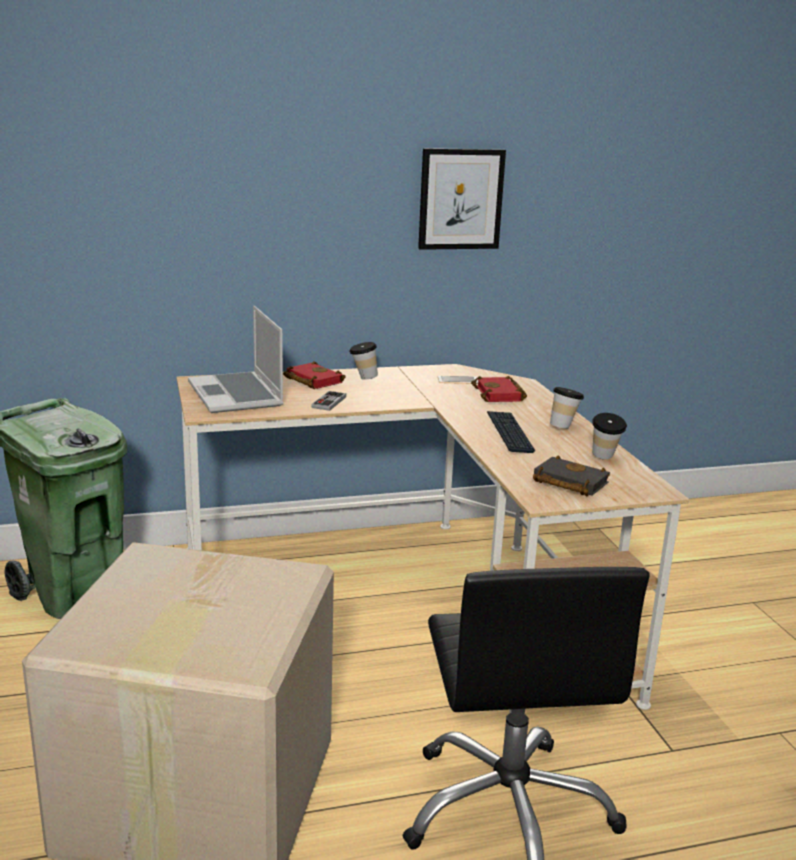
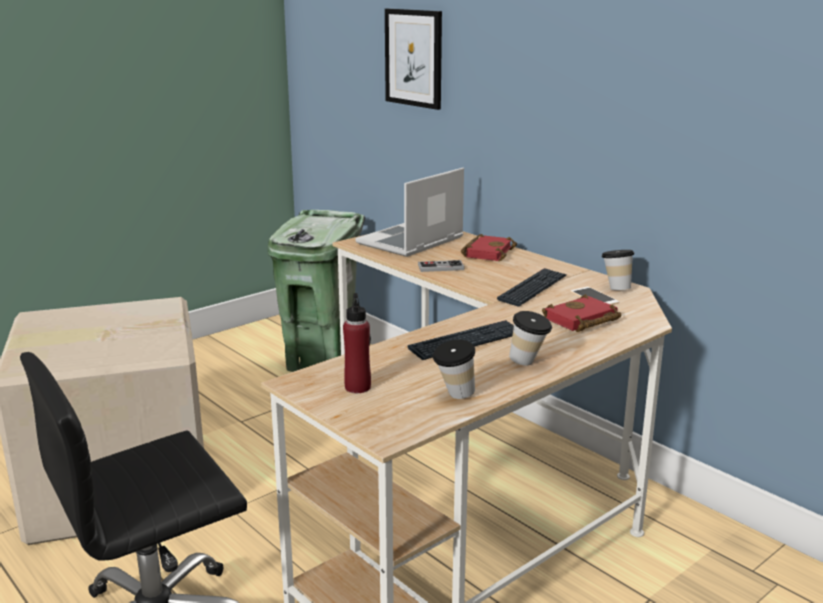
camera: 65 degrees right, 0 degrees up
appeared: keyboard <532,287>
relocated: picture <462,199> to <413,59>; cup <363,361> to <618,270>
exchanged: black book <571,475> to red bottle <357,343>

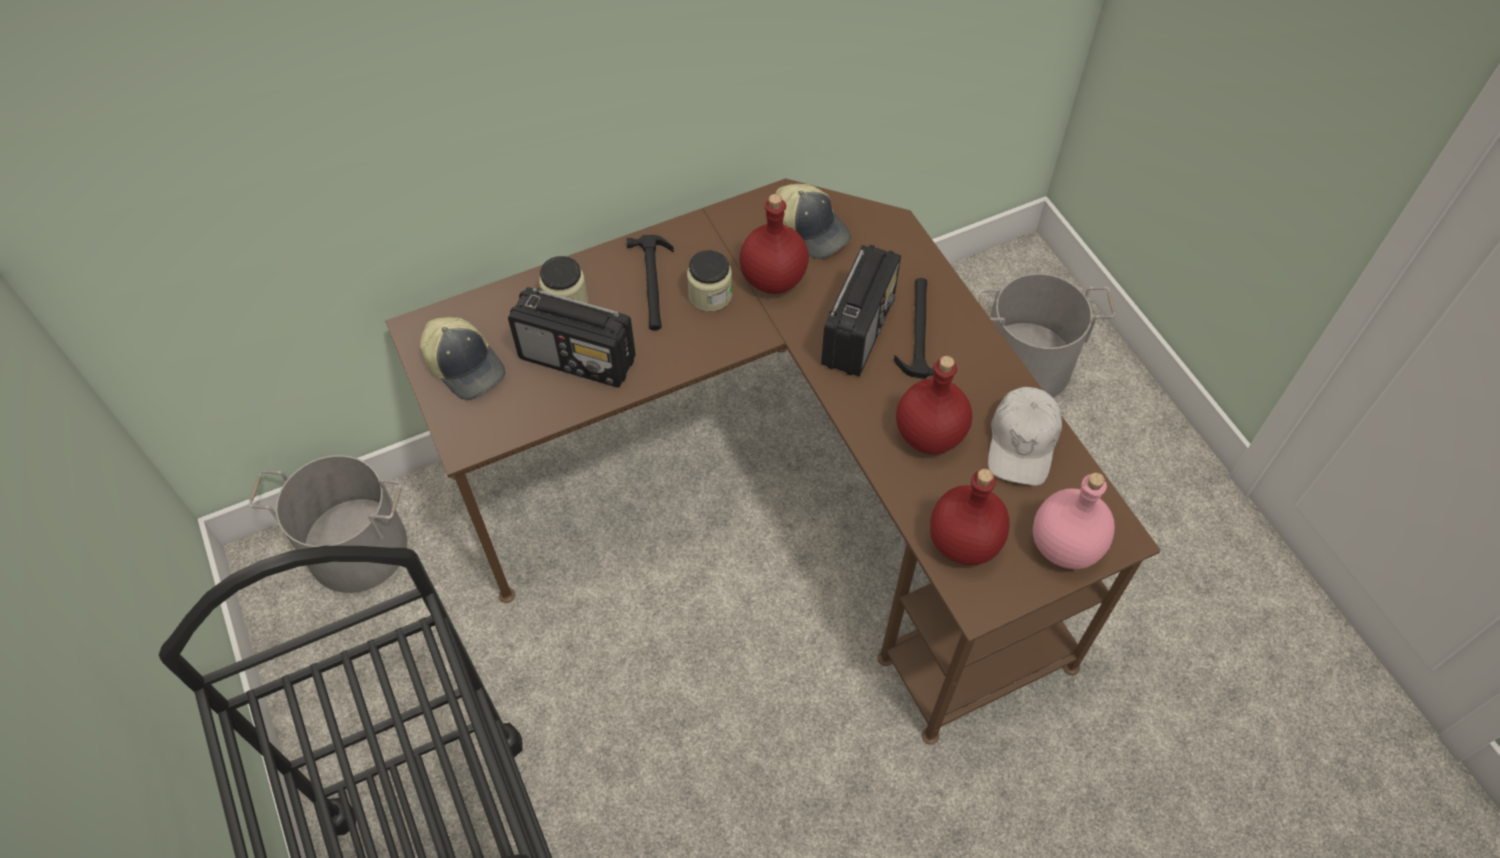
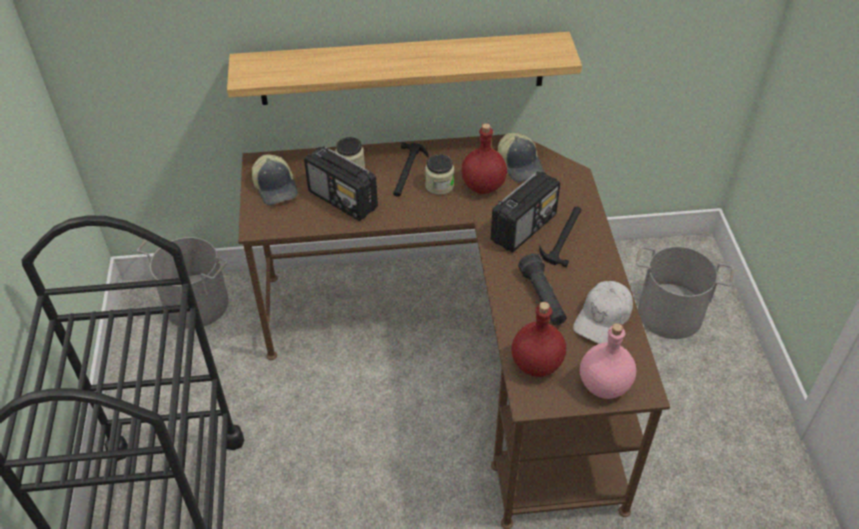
camera: 20 degrees right, 10 degrees down
appeared: shelf <404,68>
exchanged: red bottle <934,405> to black flashlight <542,289>

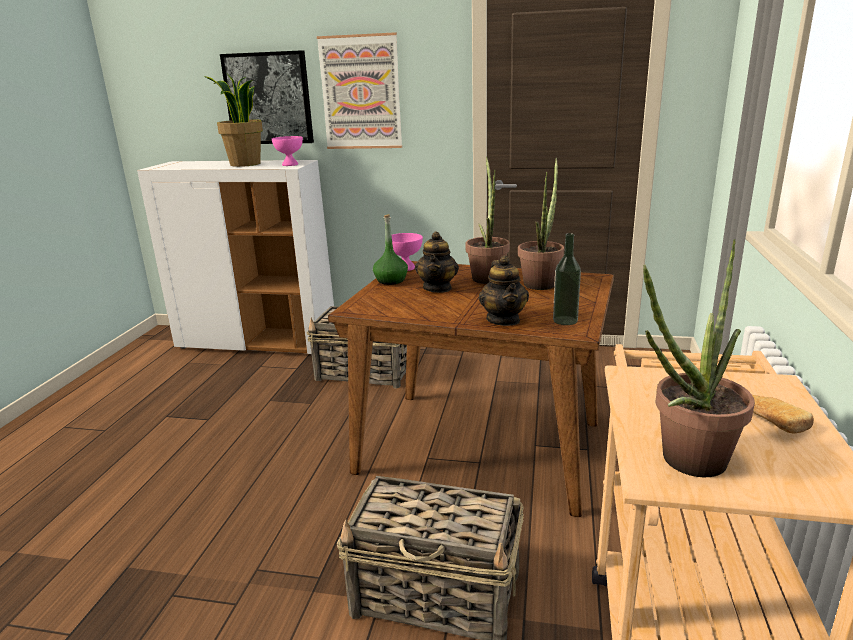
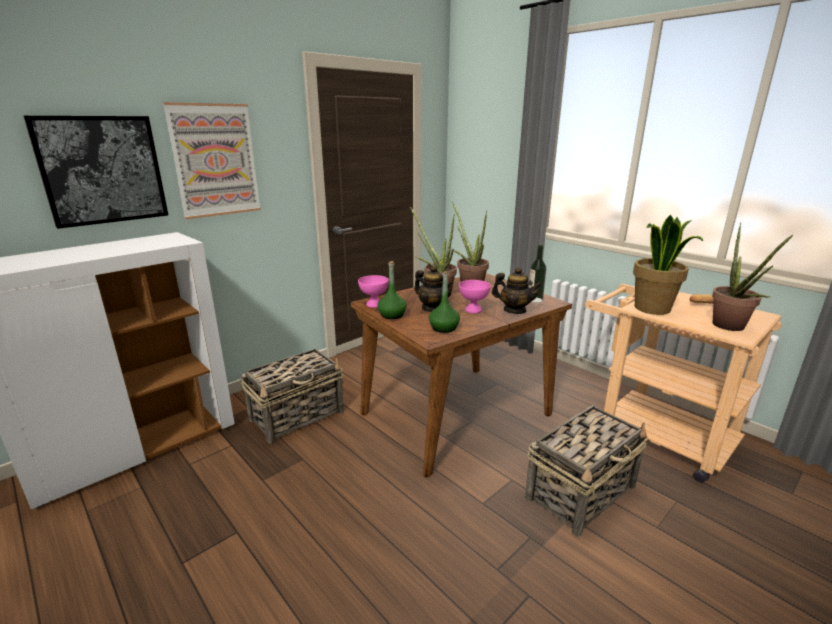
camera: 55 degrees left, 0 degrees up
appeared: green bottle <444,302>
relocated: pink bowl <287,151> to <475,296>; potted plant <233,120> to <668,265>

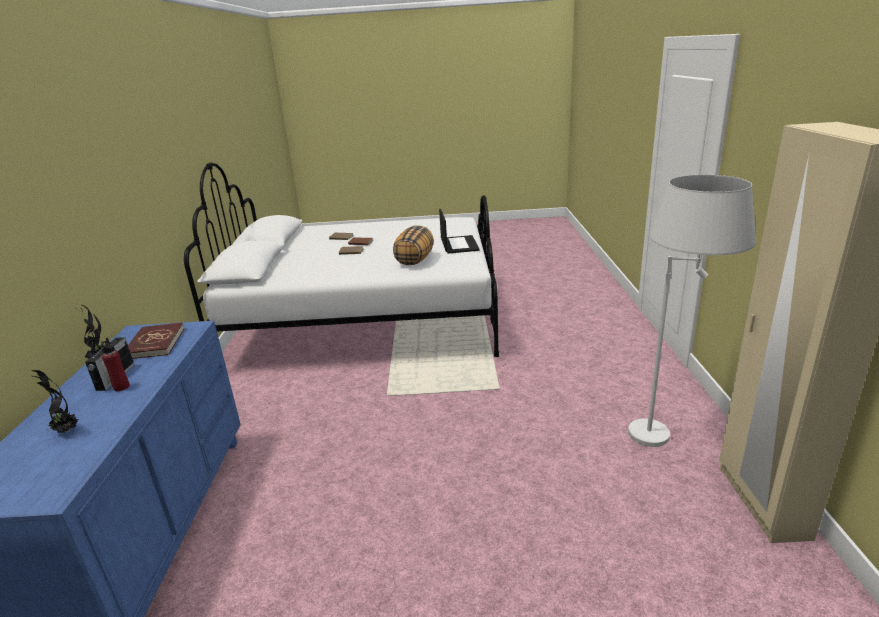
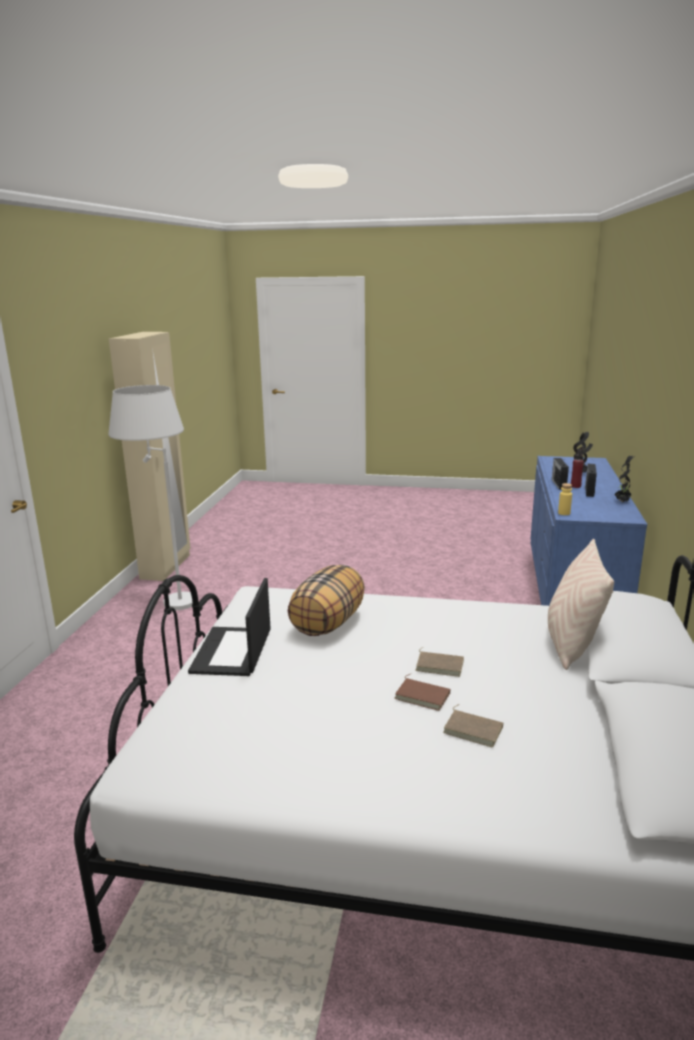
camera: 170 degrees left, 5 degrees down
missing: red book <156,340>
appeared: beige pillow <581,604>; radio <560,474>; yellow bottle <565,499>

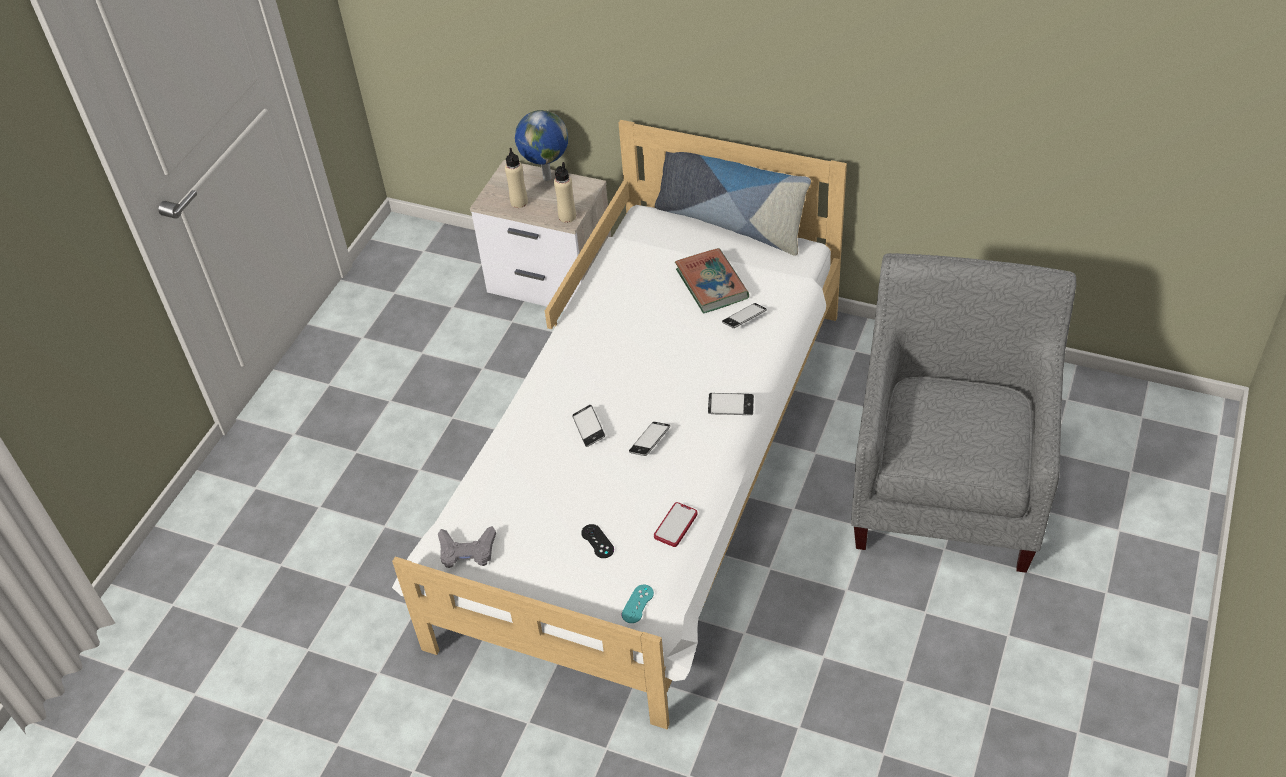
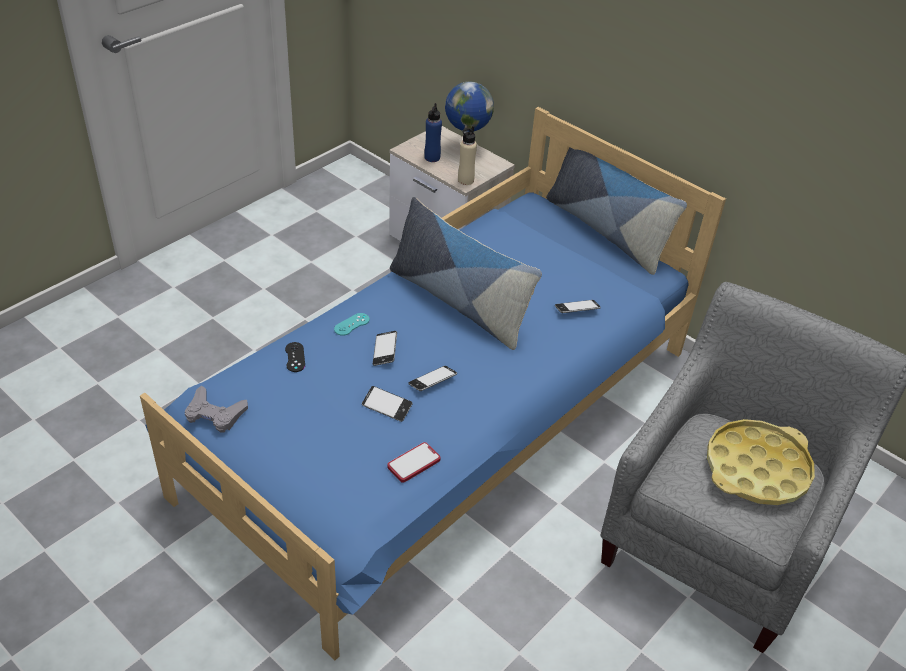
camera: 15 degrees right, 5 degrees down
missing: book <712,280>
appeared: pillow <466,273>; yellow tray <761,462>
relocated: black game controller <597,541> to <295,357>; turquoise game controller <638,604> to <352,324>; phone <731,404> to <387,404>
colour: white bed <619,425> to blue bed <433,383>; beige bottle <516,178> to blue bottle <433,132>

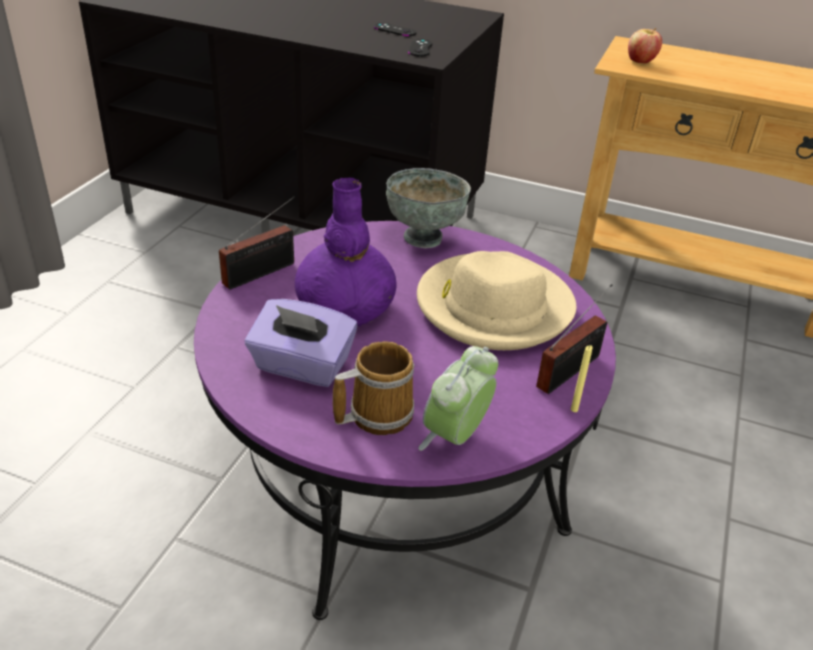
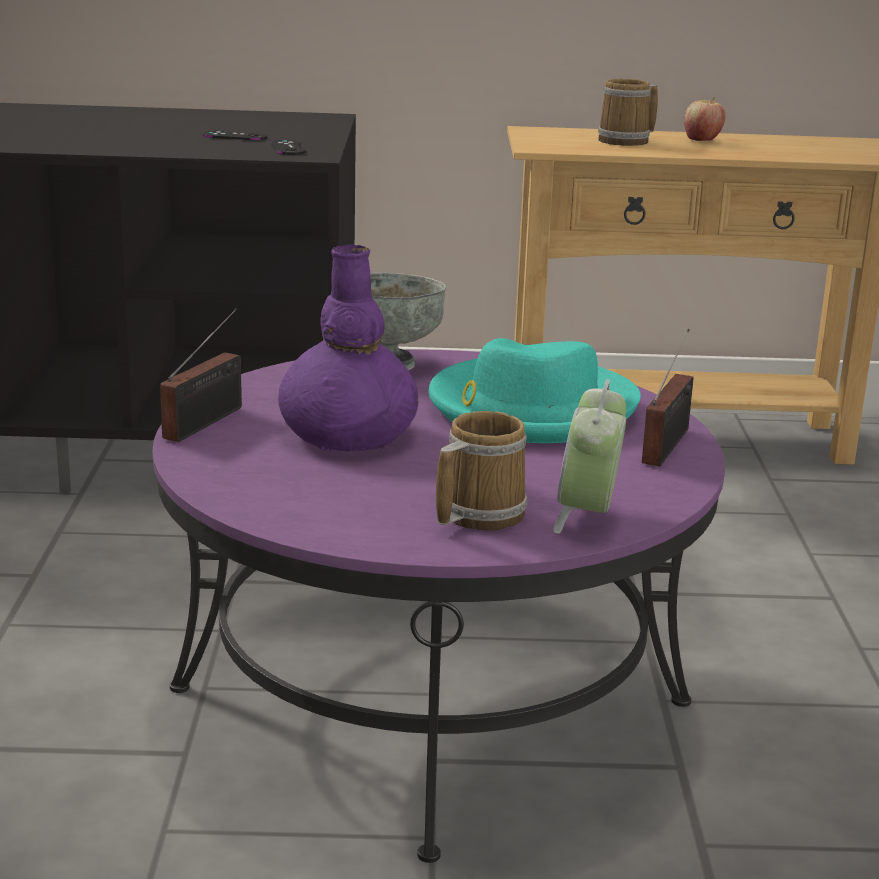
camera: 20 degrees left, 15 degrees down
missing: purple tissue box <301,343>; yellow candle <582,378>
appeared: mug <628,112>
relocated: apple <645,45> to <704,119>
colour: beige hat <496,300> to turquoise hat <534,390>

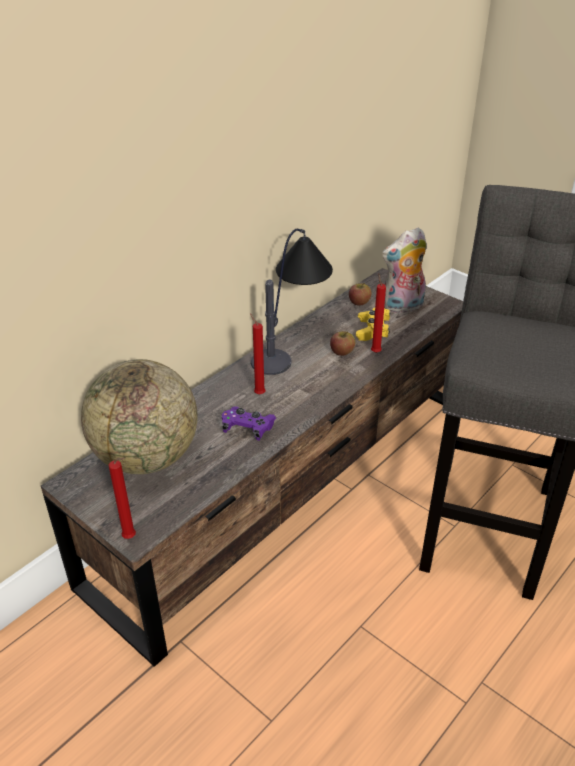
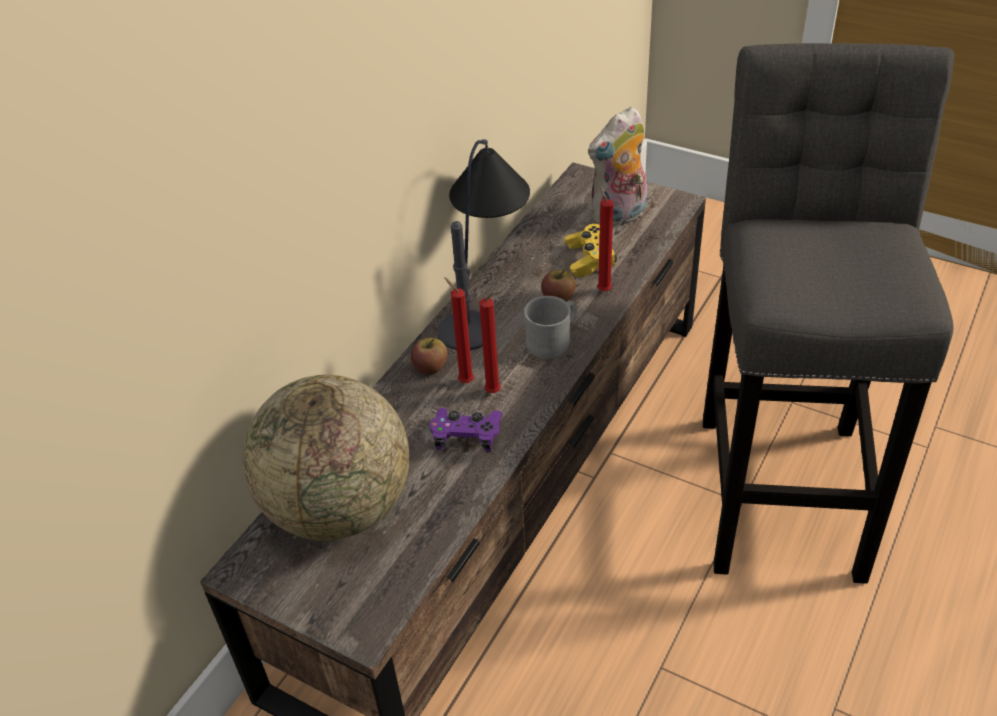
camera: 10 degrees left, 5 degrees up
appeared: grey mug <550,327>
relocated: apple <360,294> to <429,356>; red candle <122,498> to <490,342>

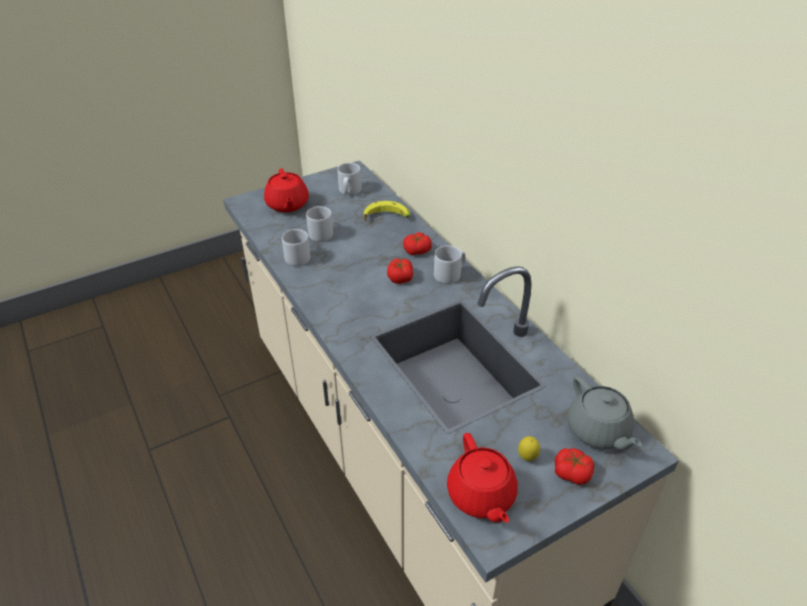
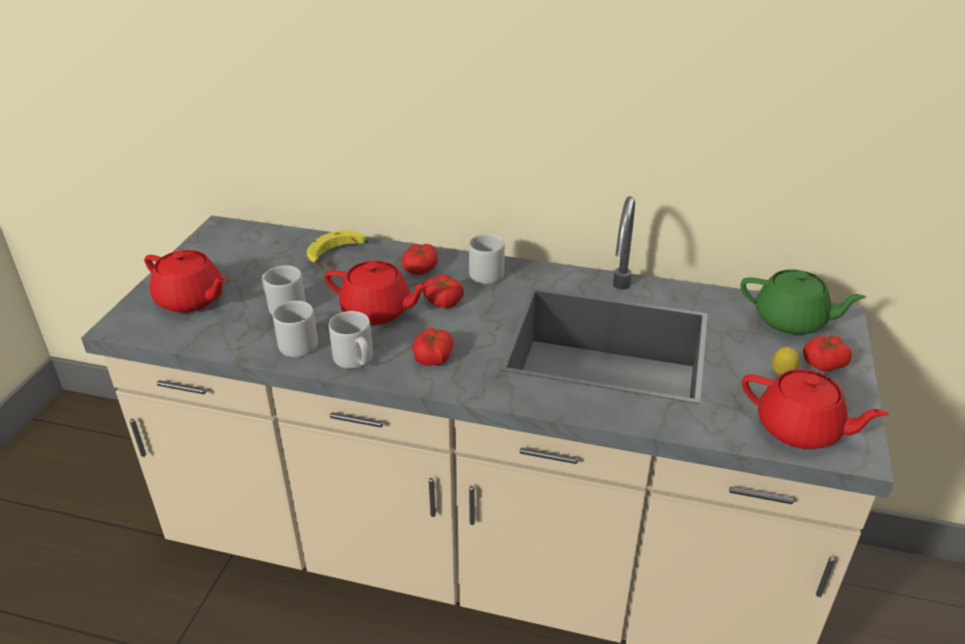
camera: 45 degrees left, 5 degrees down
appeared: red teapot <377,293>; tomato <433,346>
relocated: grey mug <350,179> to <351,340>
colour: grey teapot <605,413> to green teapot <803,302>

